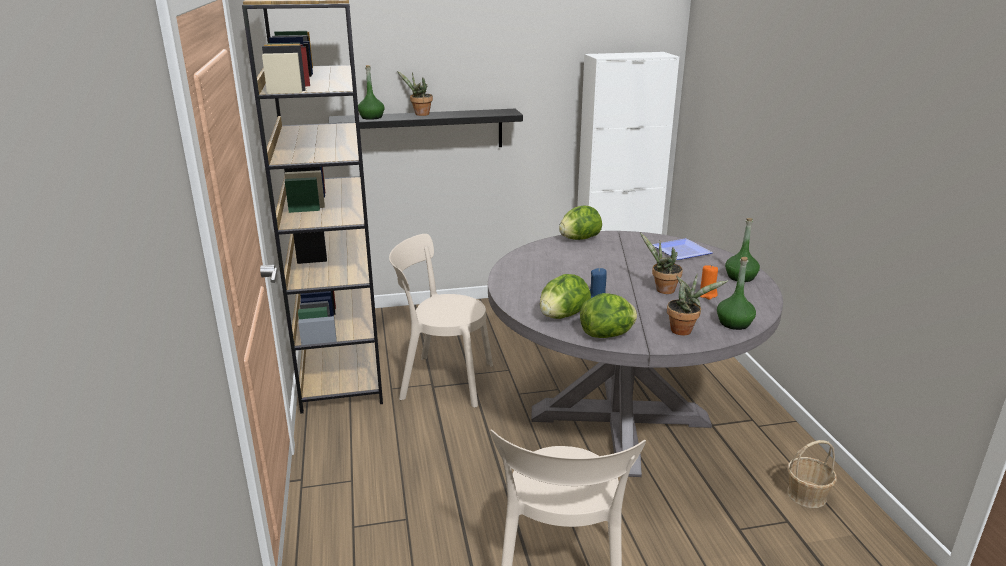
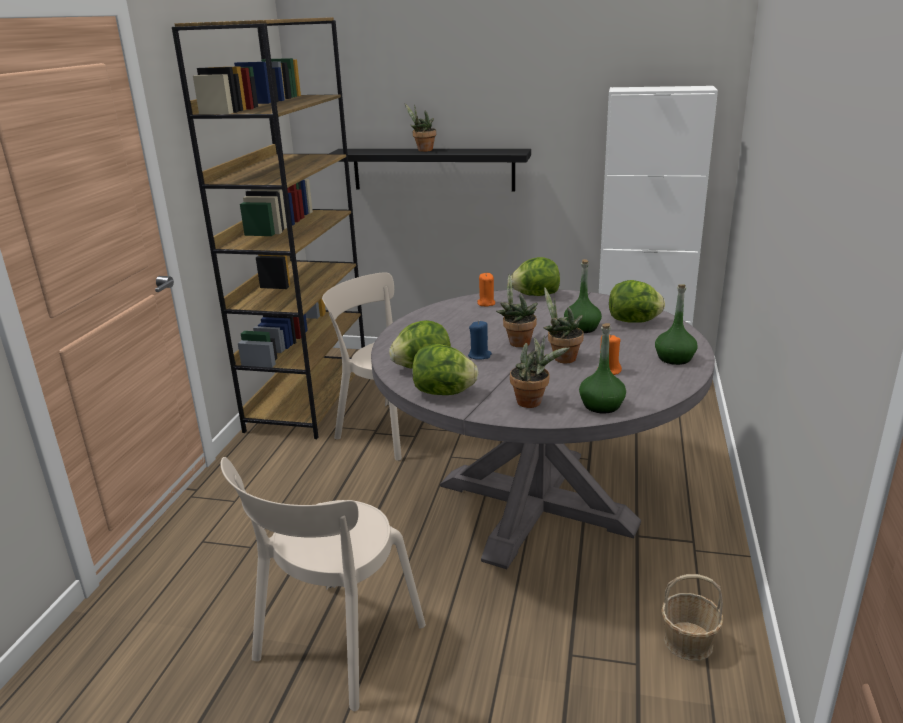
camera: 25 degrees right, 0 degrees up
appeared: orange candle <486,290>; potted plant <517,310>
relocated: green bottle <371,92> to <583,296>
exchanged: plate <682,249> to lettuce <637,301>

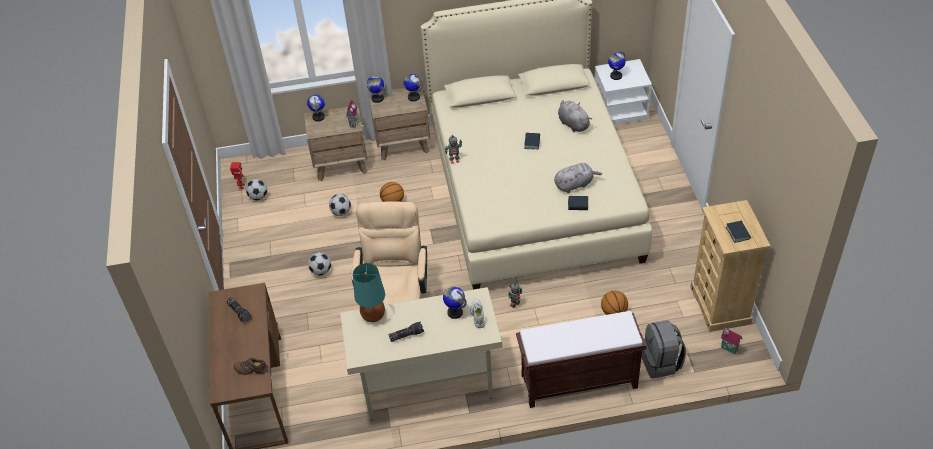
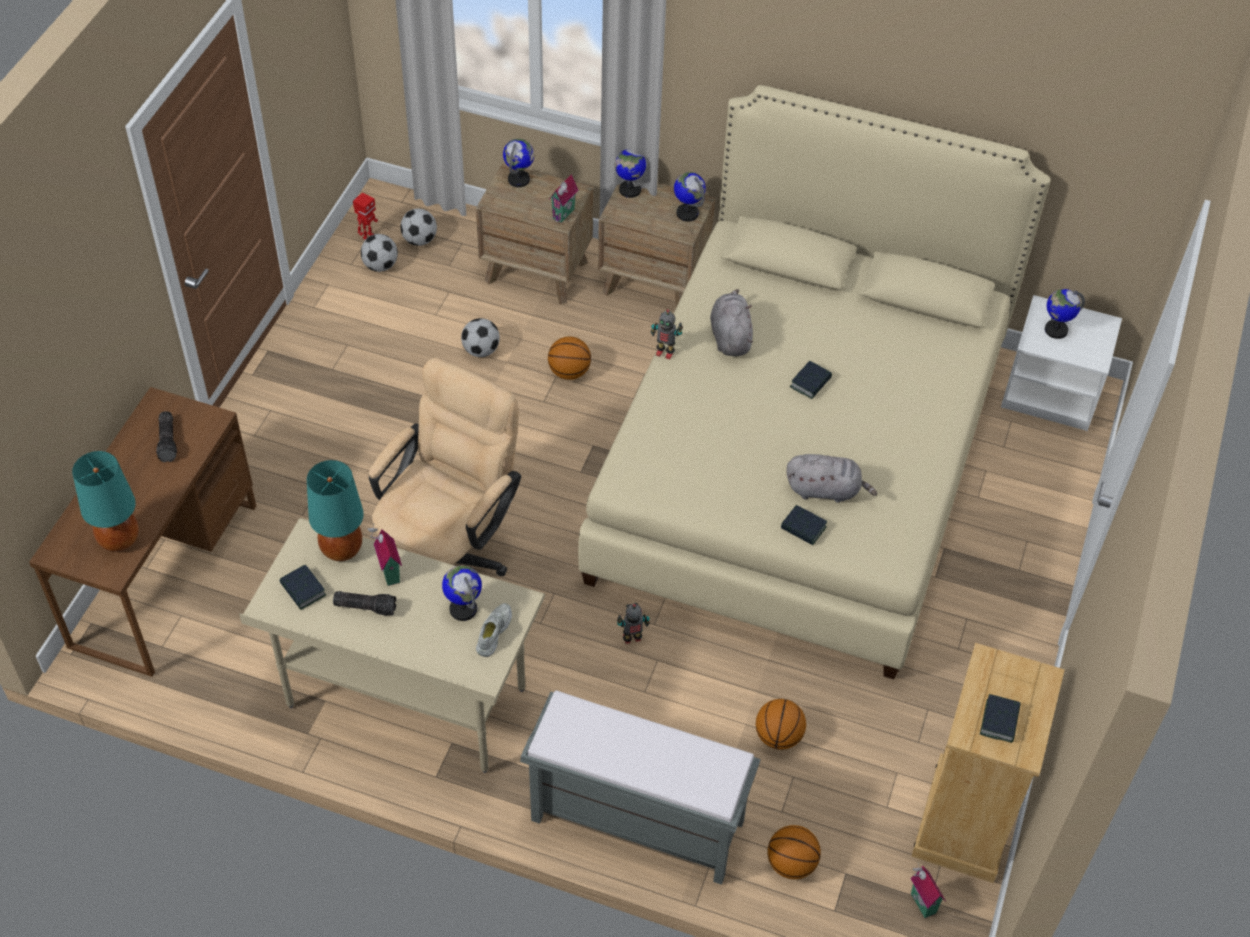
camera: 25 degrees right, 5 degrees up
appeared: book <303,587>; toy house <384,554>
relocated: football <319,264> to <418,227>; grey plush toy <575,116> to <731,322>
exchanged: brown shoe <251,366> to turquoise table lamp <105,501>; grey backpack <664,349> to basketball <794,852>
colour: brown bench <581,359> to grey bench <640,787>

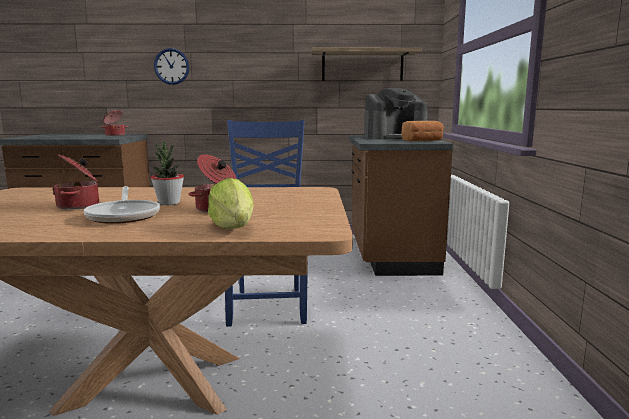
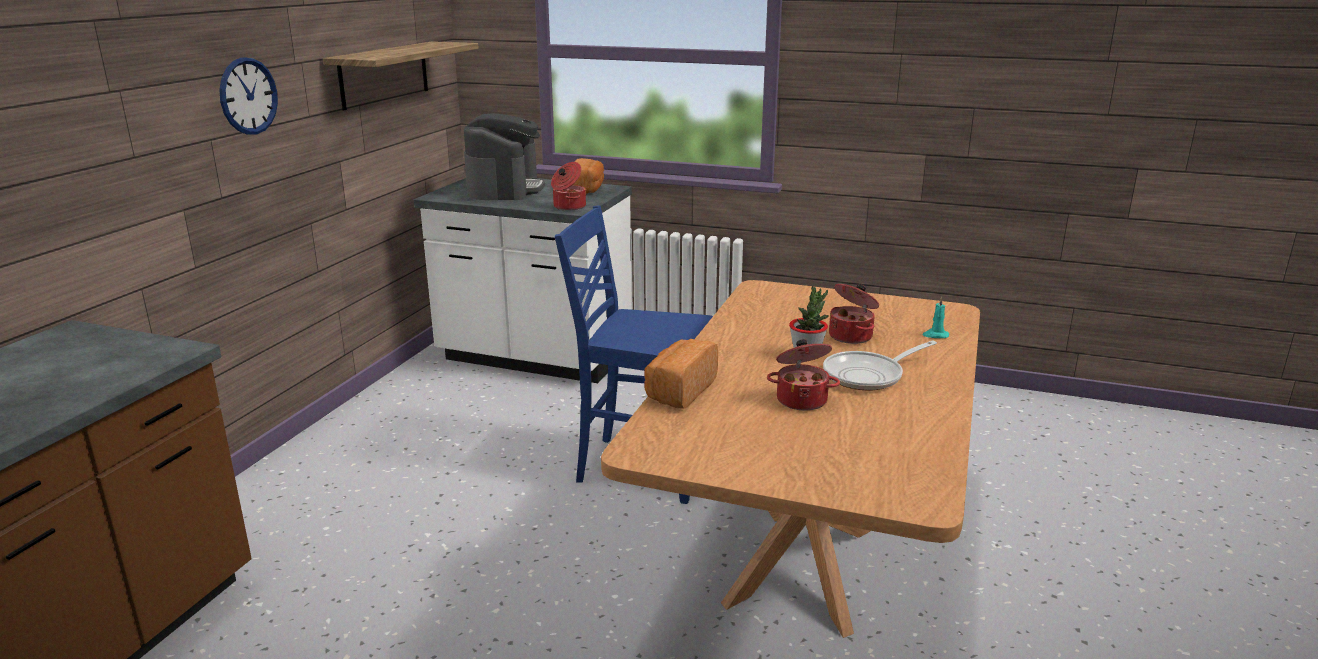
camera: 70 degrees left, 10 degrees up
appeared: bread <681,374>
relocated: wall clock <171,66> to <248,96>; cooking pot <114,123> to <569,186>
exchanged: lettuce <231,203> to turquoise candle <935,317>
colour: brown counter <401,205> to white counter <523,280>
spun: frying pan <122,205> = <880,365> 150 degrees clockwise

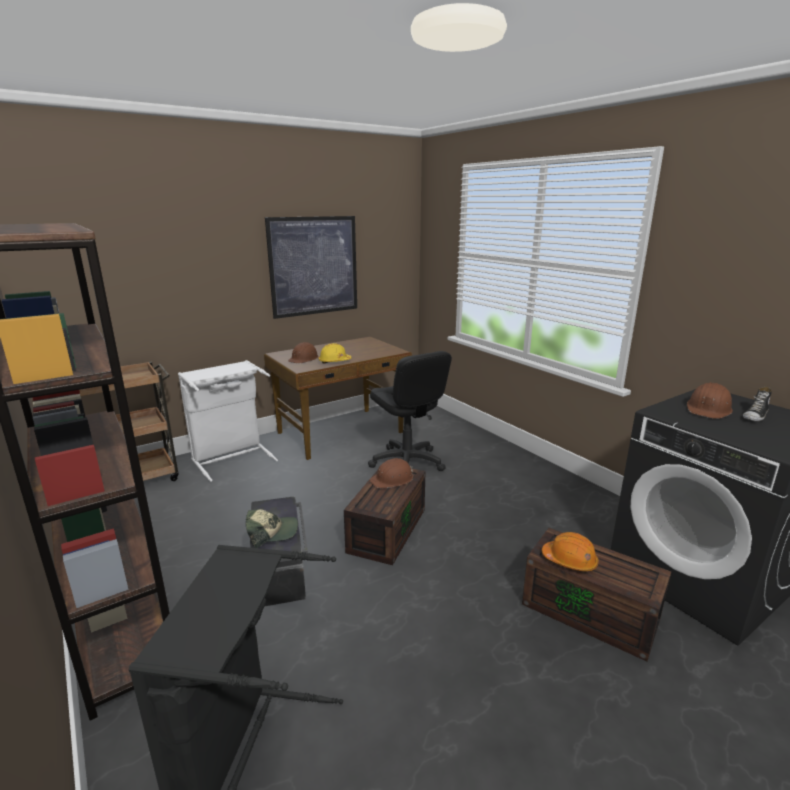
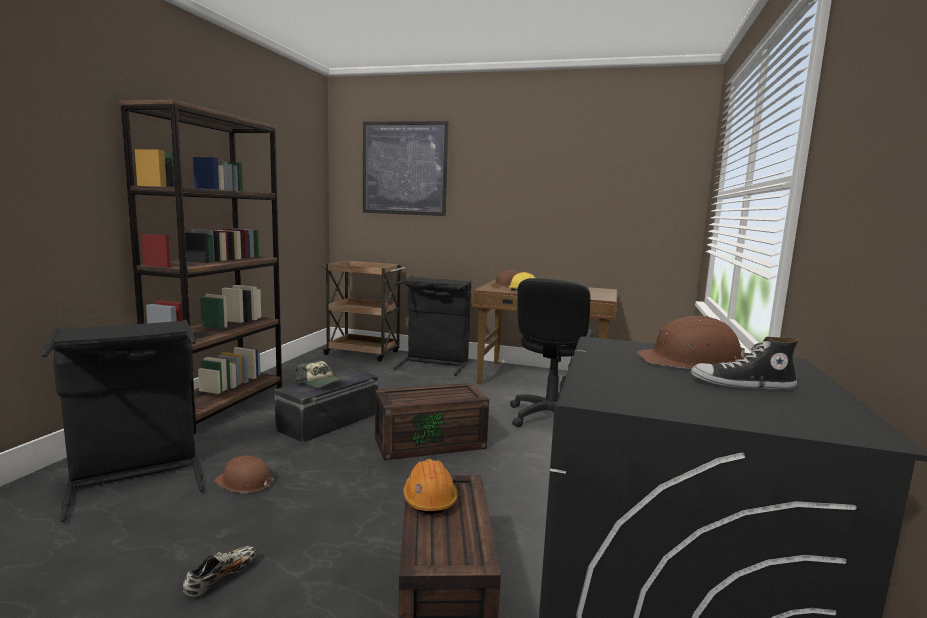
camera: 50 degrees right, 10 degrees down
appeared: shoe <220,571>
relocated: brown hard hat <391,473> to <244,474>; picture <311,267> to <406,168>
colour: white laundry basket <228,421> to black laundry basket <433,326>

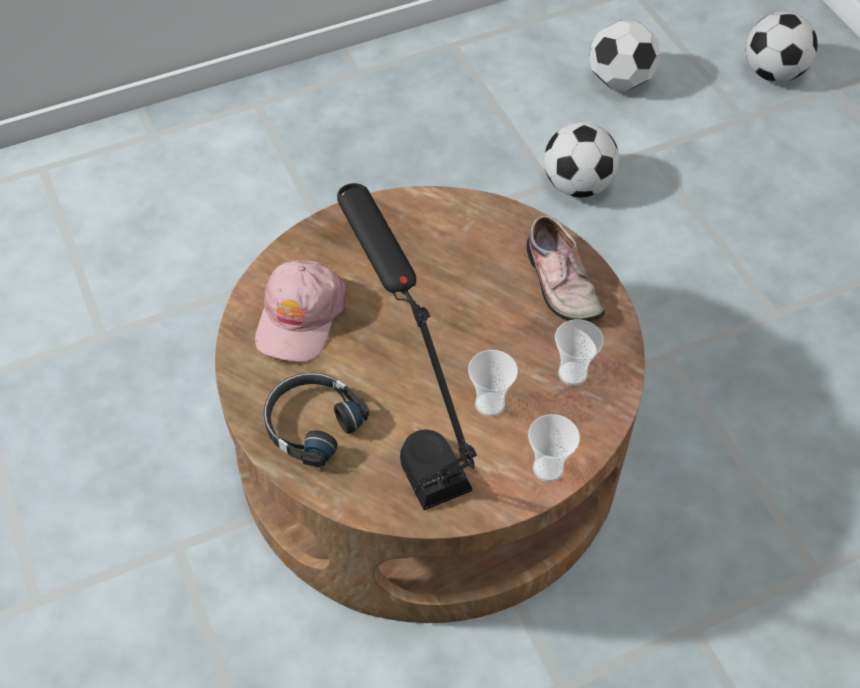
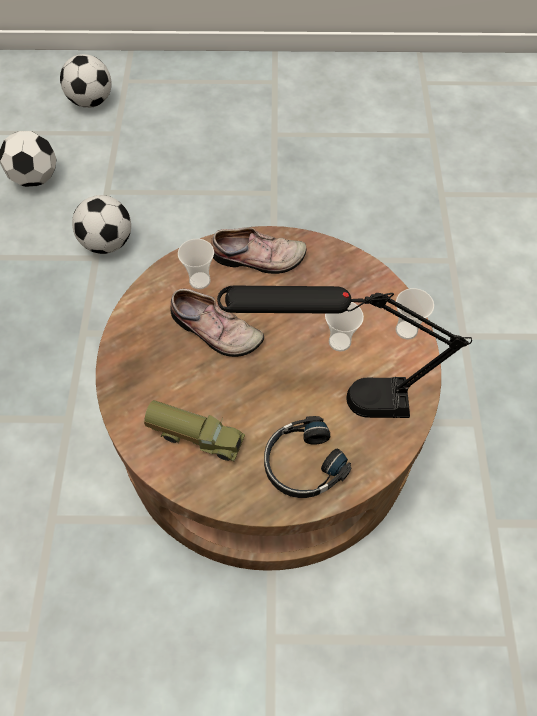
camera: 65 degrees left, 5 degrees up
appeared: shoe <217,323>
relocated: cup <579,352> to <196,264>
exchanged: pink cap <300,311> to toy truck <194,430>

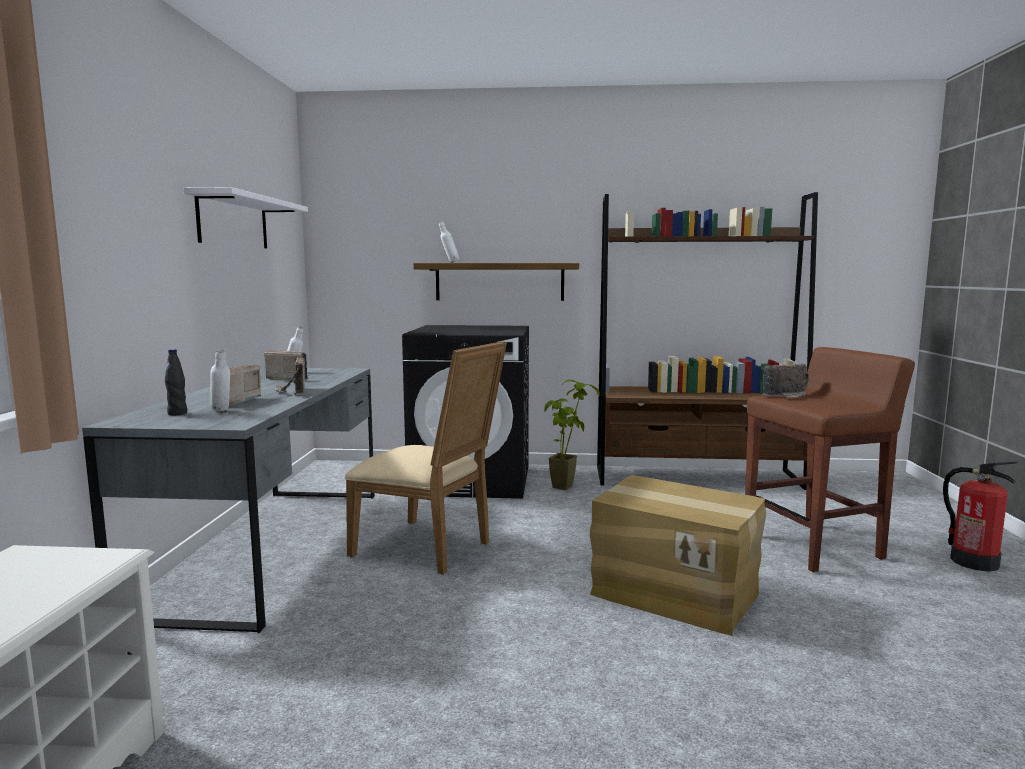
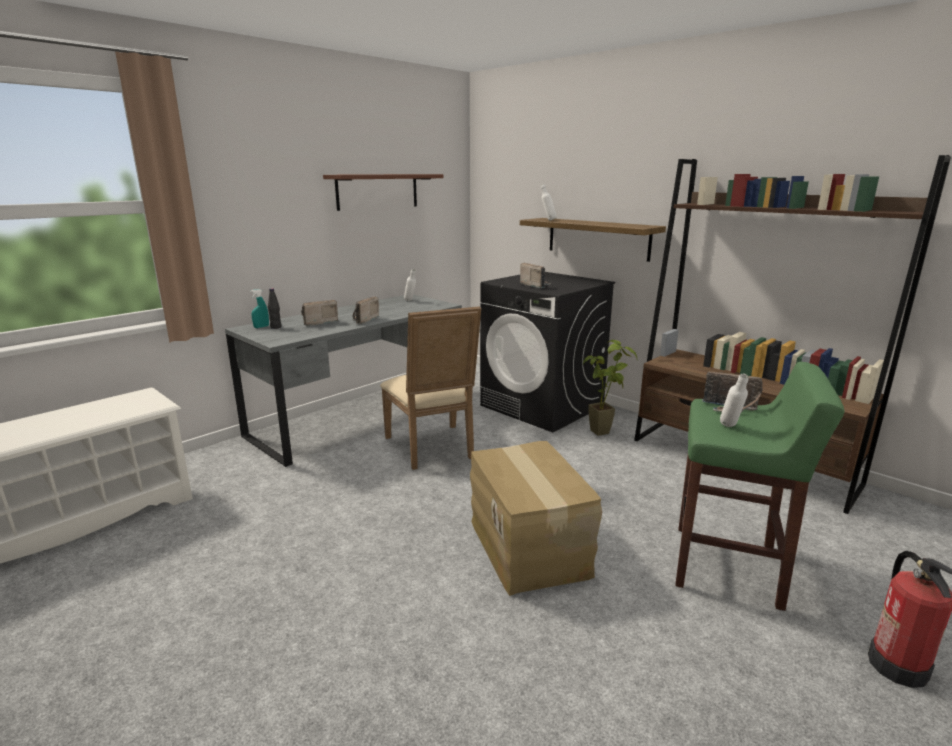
camera: 40 degrees right, 10 degrees up
appeared: turquoise spray bottle <259,308>
relocated: radio <287,365> to <535,275>; white bottle <220,380> to <734,400>
colour: white shelf <245,217> to brown shelf <383,192>; brown stool <830,460> to green stool <760,486>

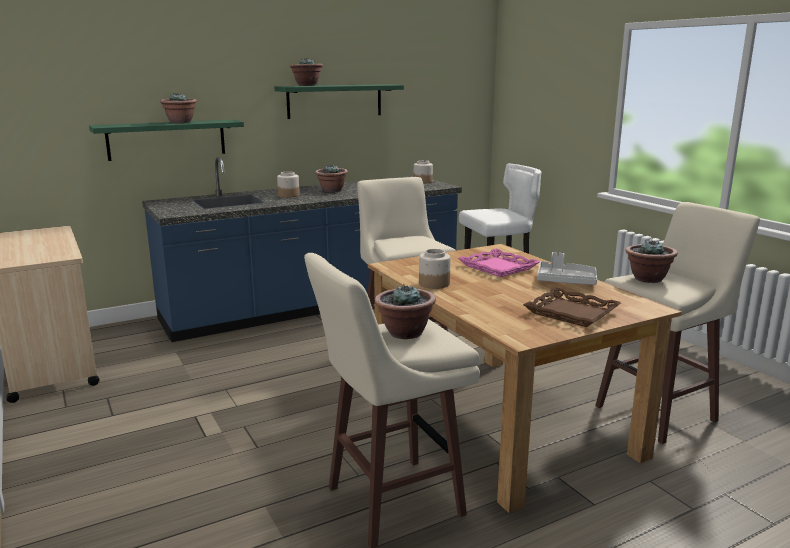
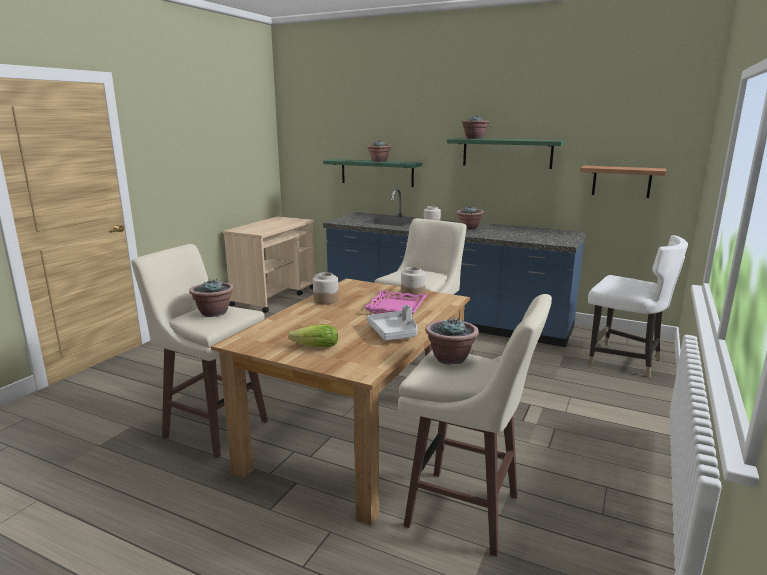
camera: 55 degrees right, 0 degrees up
appeared: shelf <623,181>
relocated: jar <423,172> to <413,282>
exchanged: brown tray <572,307> to lettuce <313,335>

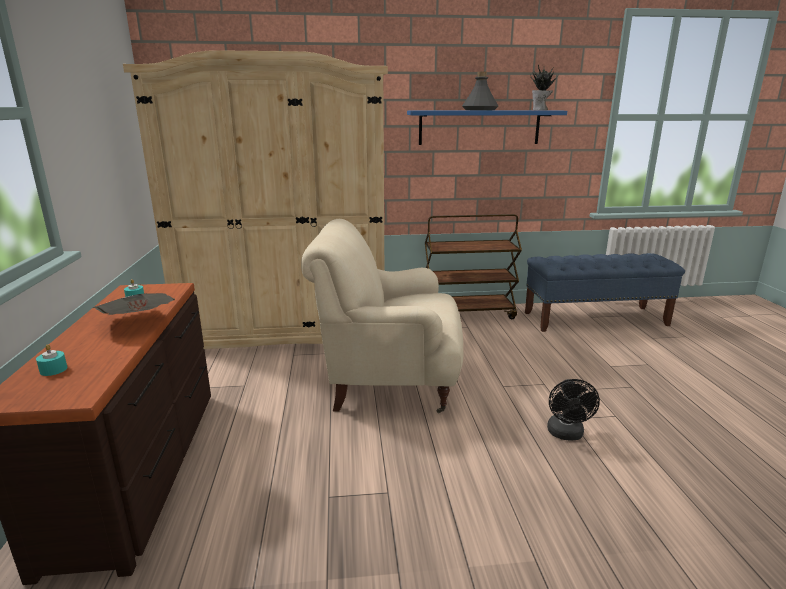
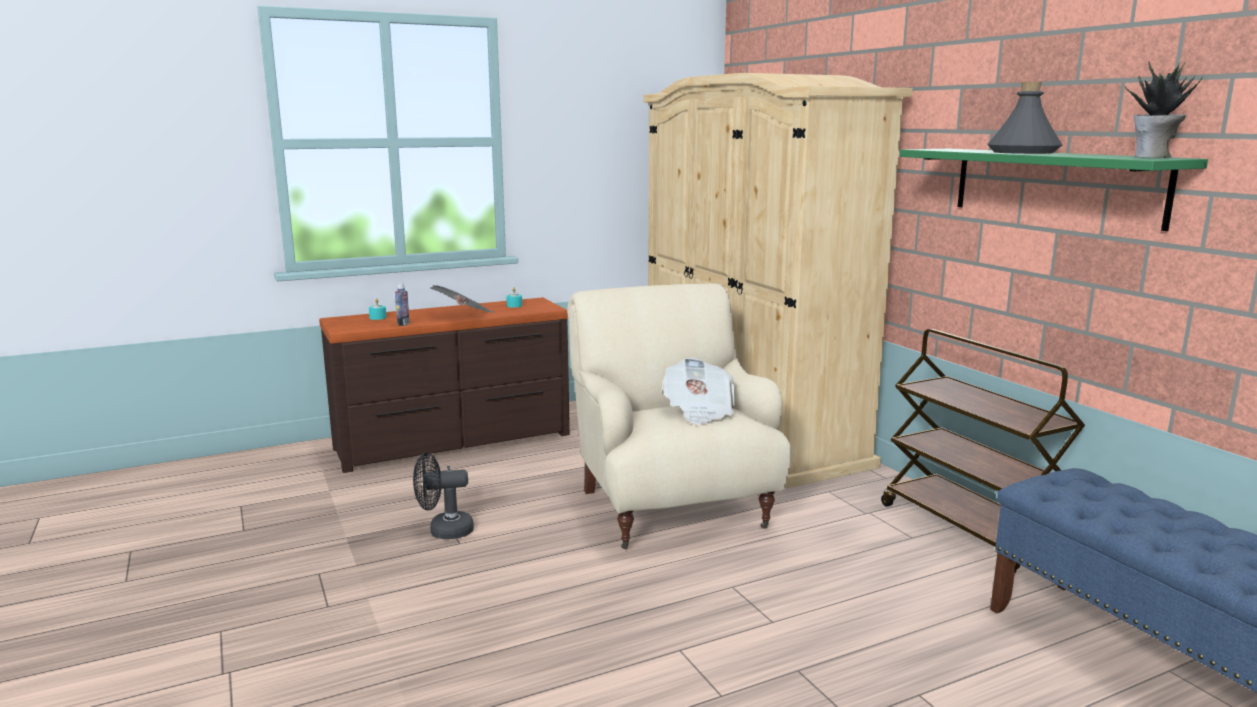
camera: 70 degrees right, 5 degrees down
appeared: bottle <402,304>; newspaper <698,391>
relocated: black fan <573,410> to <443,495>
colour: blue shelf <487,127> to green shelf <1053,190>

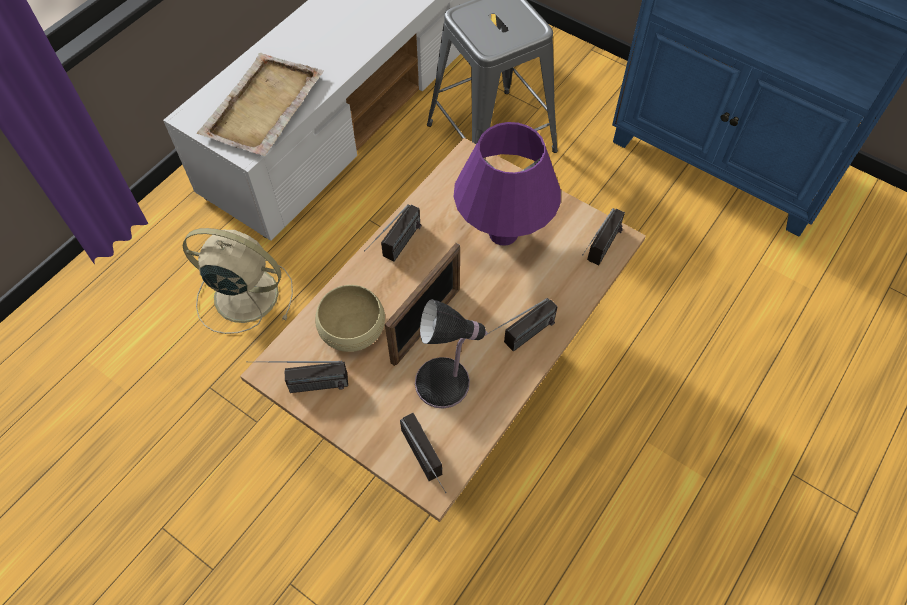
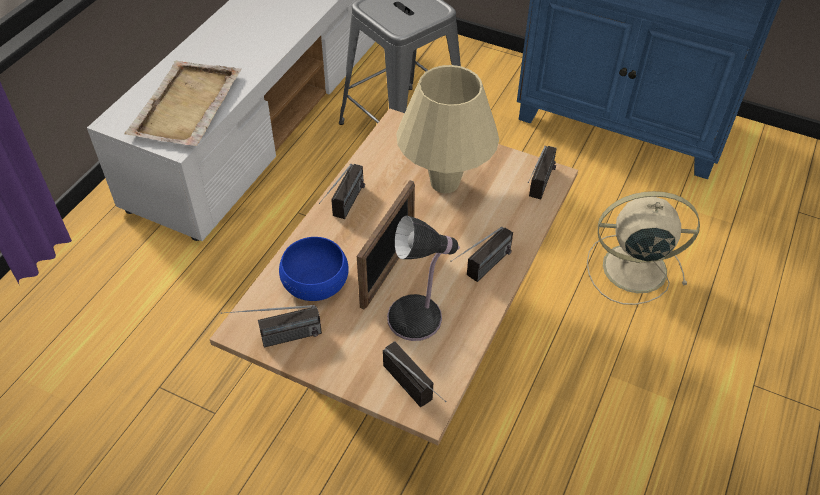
camera: 10 degrees left, 10 degrees down
relocated: beige fan <238,281> to <643,248>
colour: beige bowl <350,318> to blue bowl <314,269>; purple table lamp <507,184> to beige table lamp <447,129>

